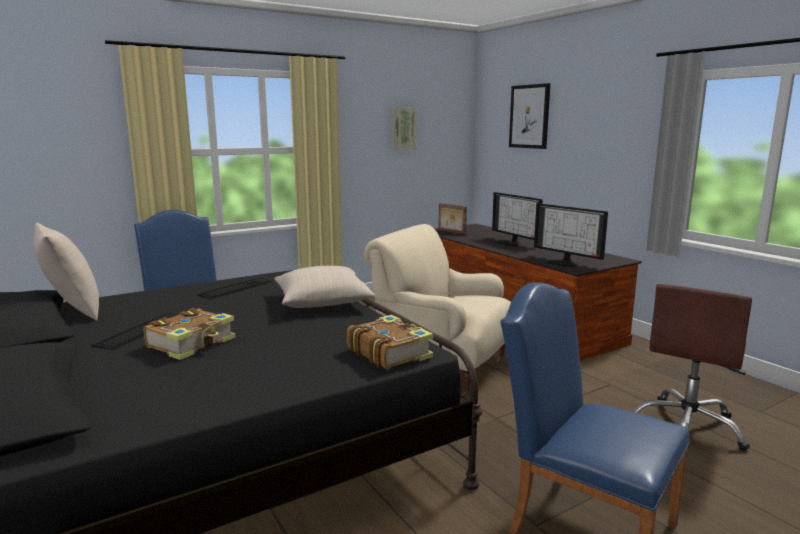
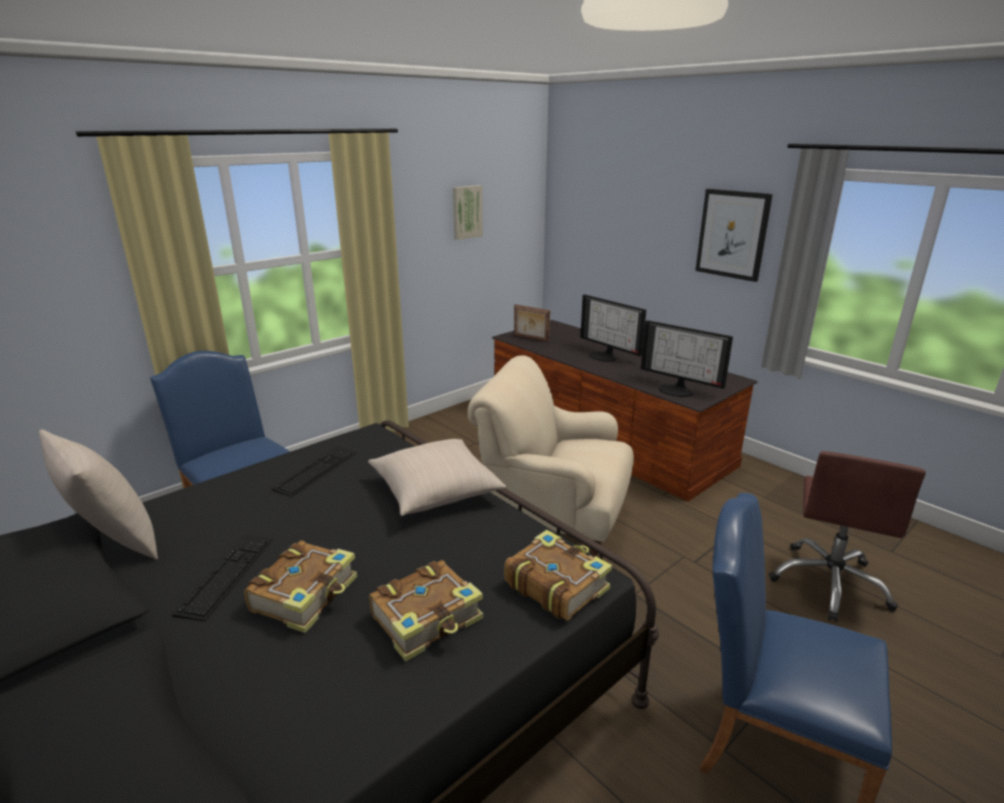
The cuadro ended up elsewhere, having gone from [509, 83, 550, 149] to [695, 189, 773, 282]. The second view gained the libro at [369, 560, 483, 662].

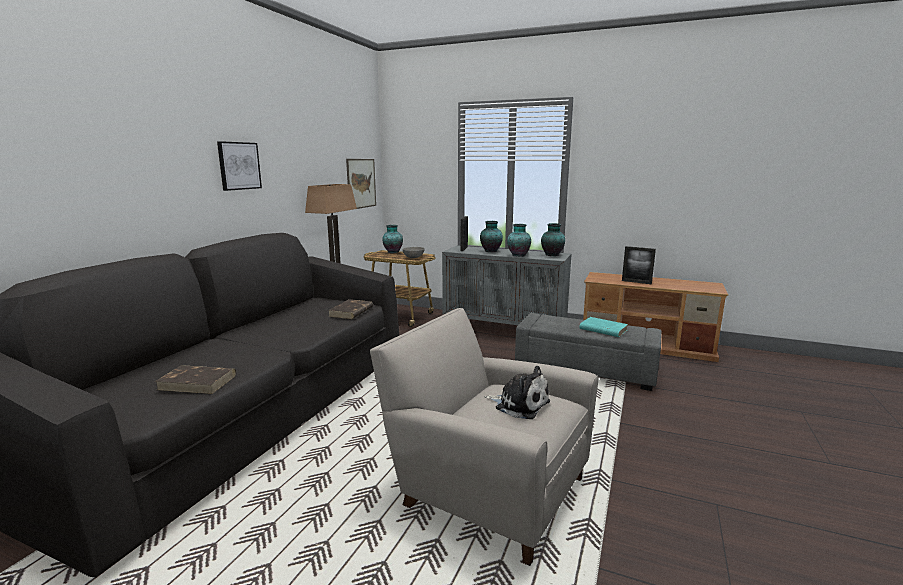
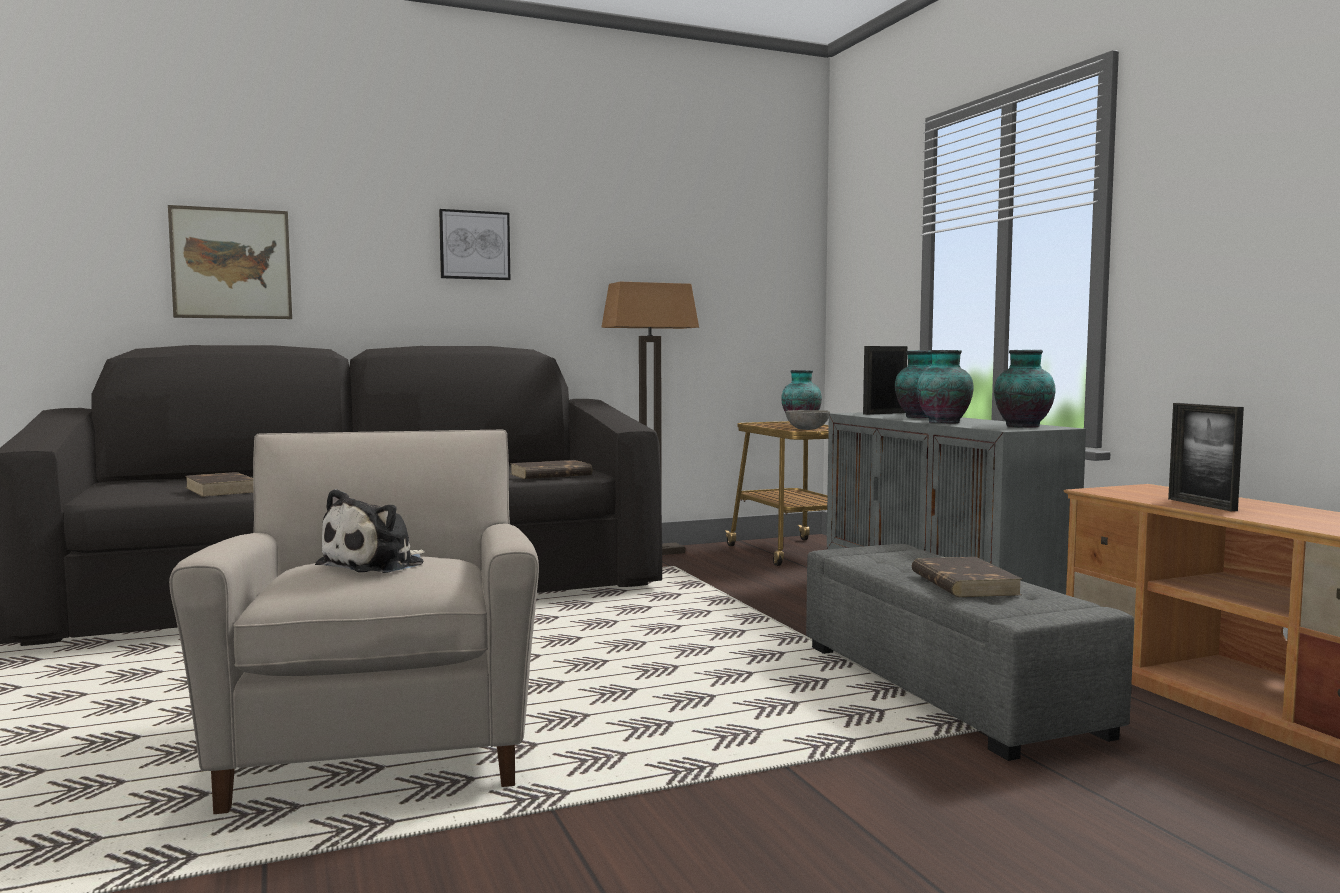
The cuadro ended up elsewhere, having gone from [346, 159, 376, 209] to [168, 205, 292, 319]. The peluche at [485, 366, 550, 419] ended up facing another way, 45 degrees clockwise from before. What was the libro (turquesa) at [579, 317, 628, 337] turned into the libro (marrón) at [912, 557, 1022, 597].

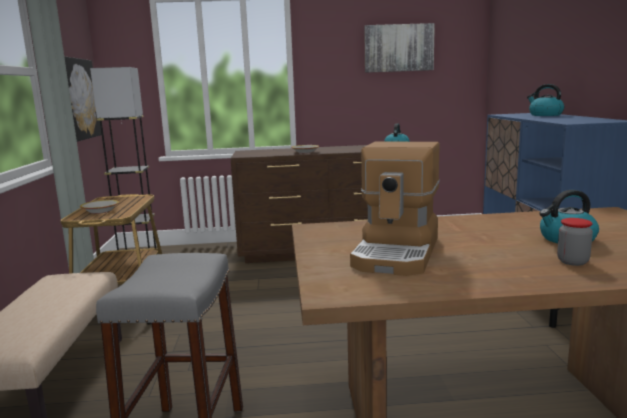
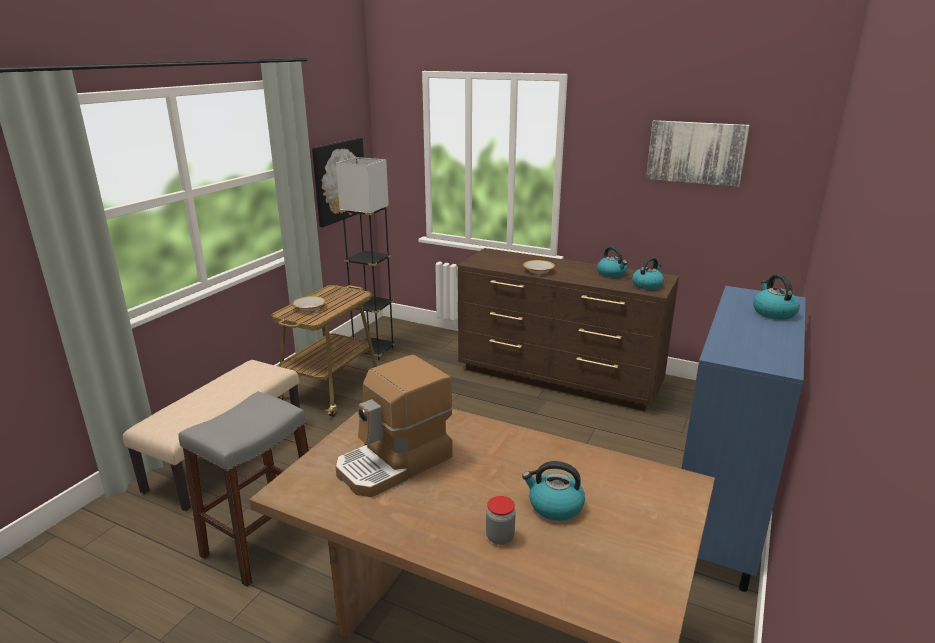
The second view gained the hervidor at [597, 246, 627, 278].

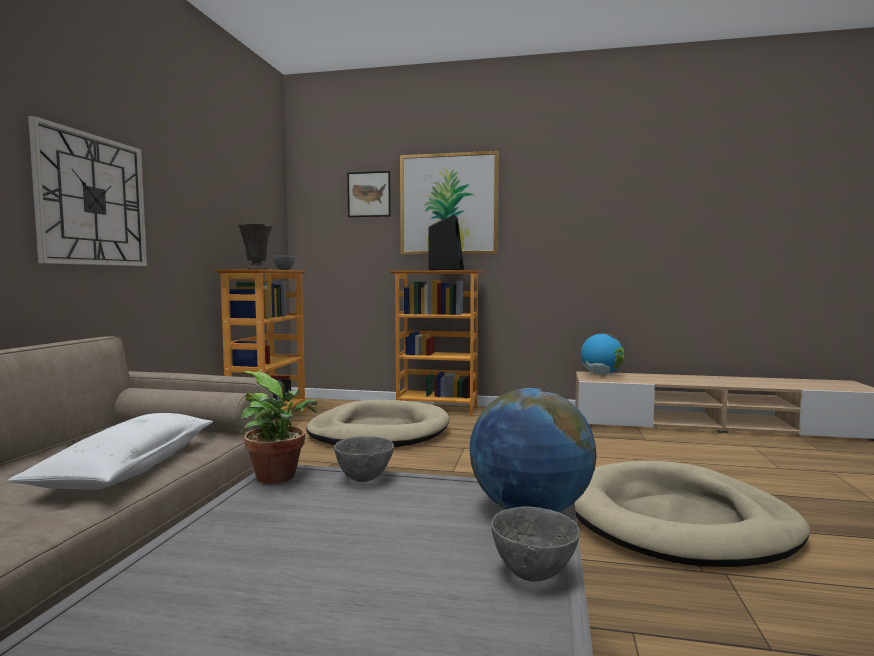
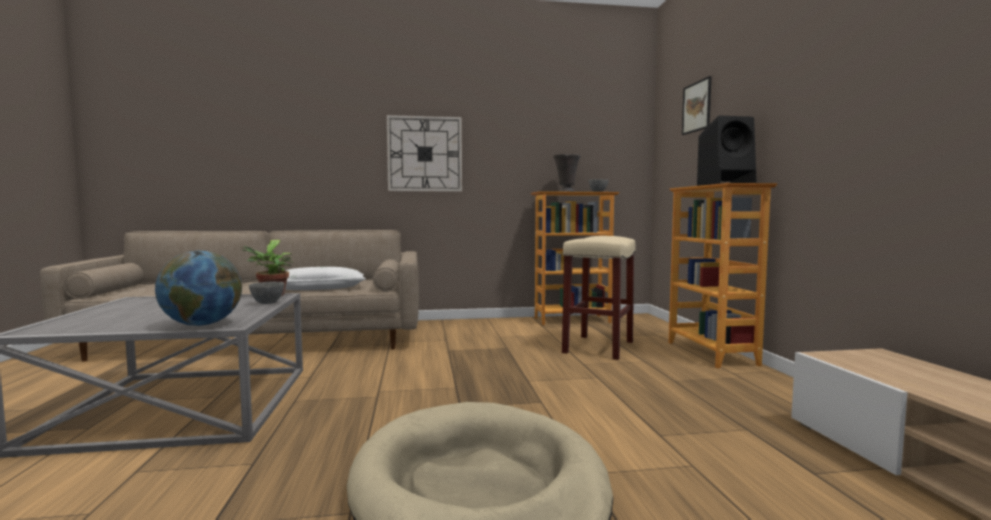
Where the cama para perro (beis) stood at [306, 400, 450, 447], the taburete (beis) came to stand at [562, 236, 636, 360]. The second view lost the cuadro at [400, 151, 499, 255]. The second view lost the cuenco (gris) at [491, 507, 580, 582]. The second view lost the globo terráqueo at [581, 334, 624, 375].

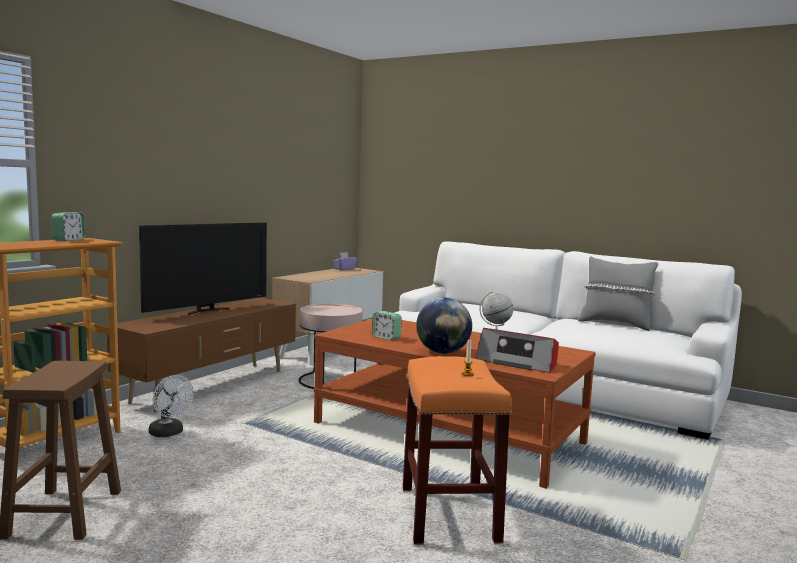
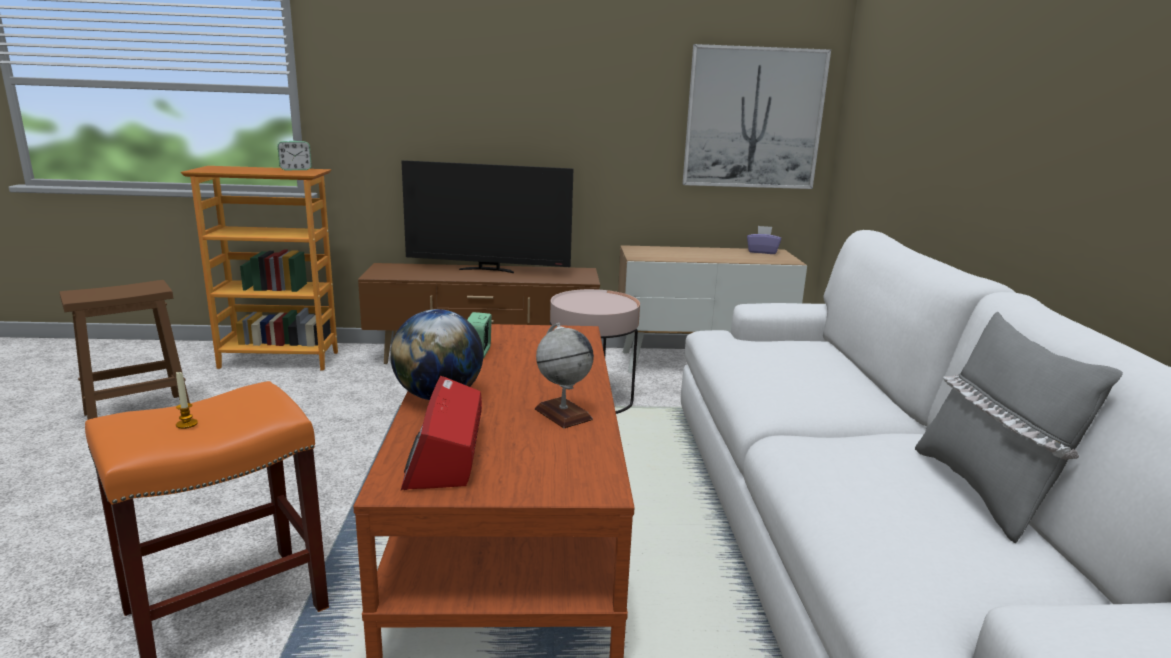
The second view lost the ventilador (blanco) at [149, 375, 194, 437]. The second view gained the cuadro at [683, 44, 831, 189].

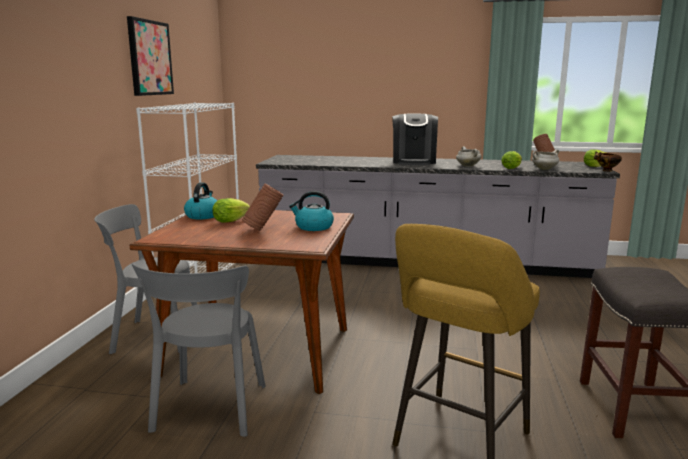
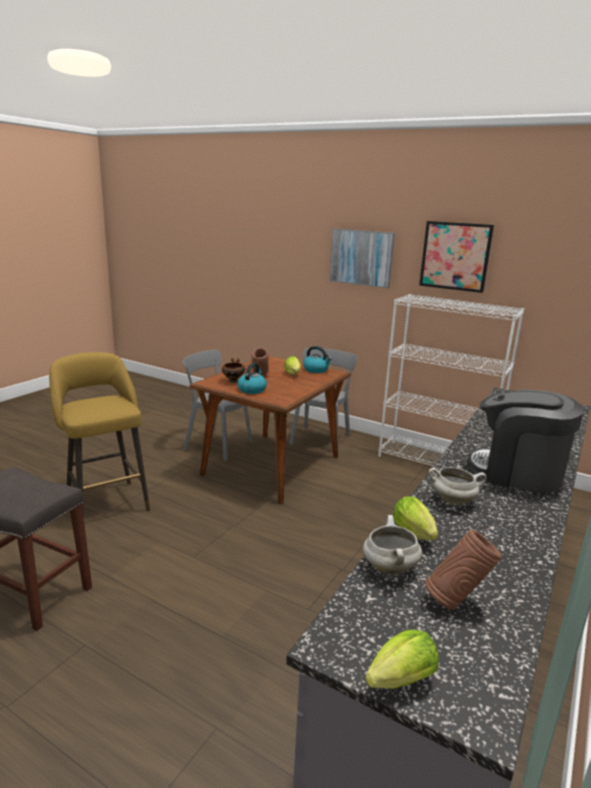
The cuenco ended up elsewhere, having gone from [594, 151, 622, 171] to [222, 358, 245, 383]. The second view gained the cuadro at [329, 229, 395, 288].

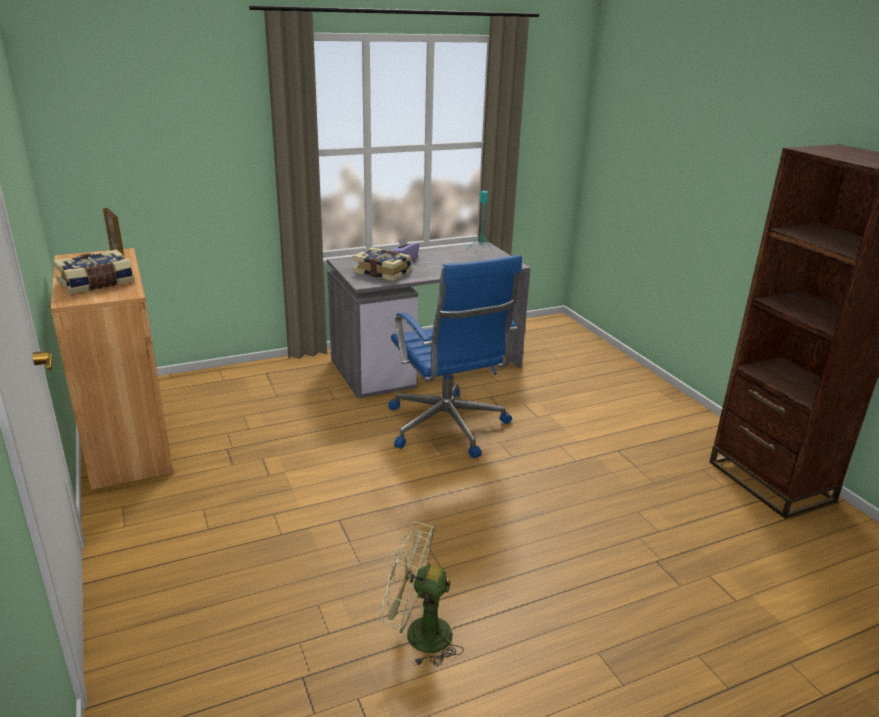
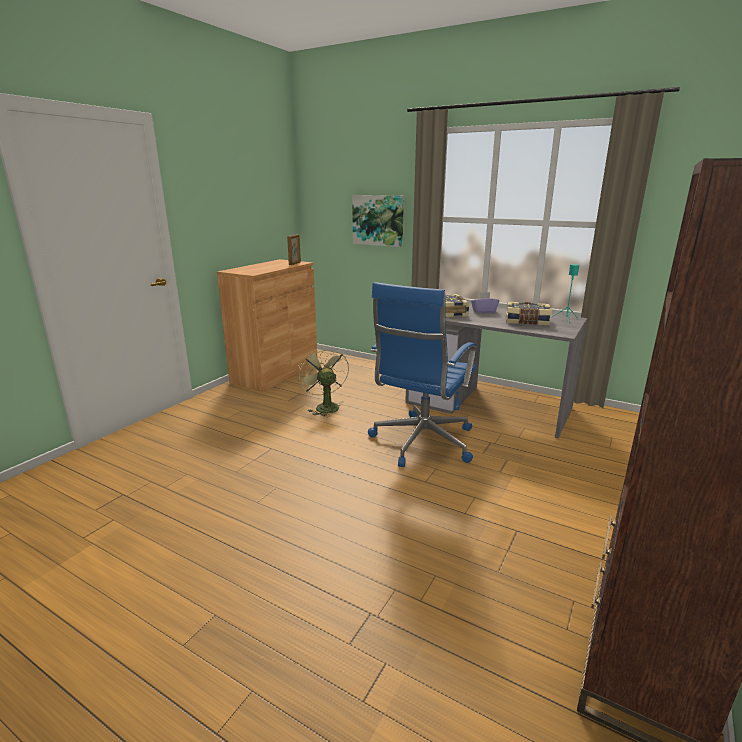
The libro ended up elsewhere, having gone from [53, 250, 135, 294] to [506, 302, 552, 325]. The ventilador (verde) ended up elsewhere, having gone from [381, 522, 464, 666] to [298, 346, 349, 417]. The second view gained the cuadro at [352, 195, 404, 247].

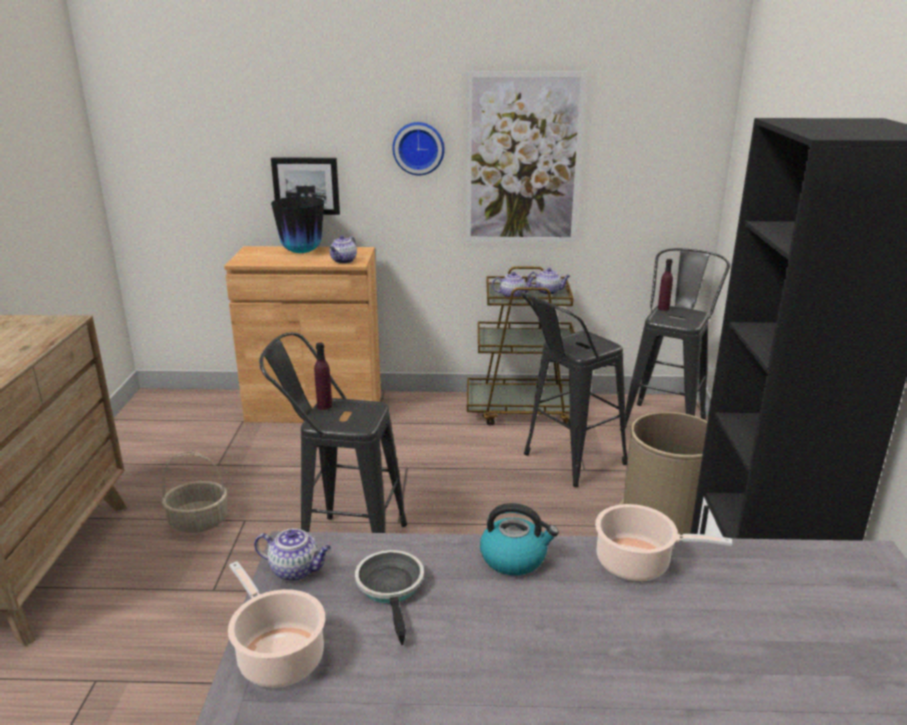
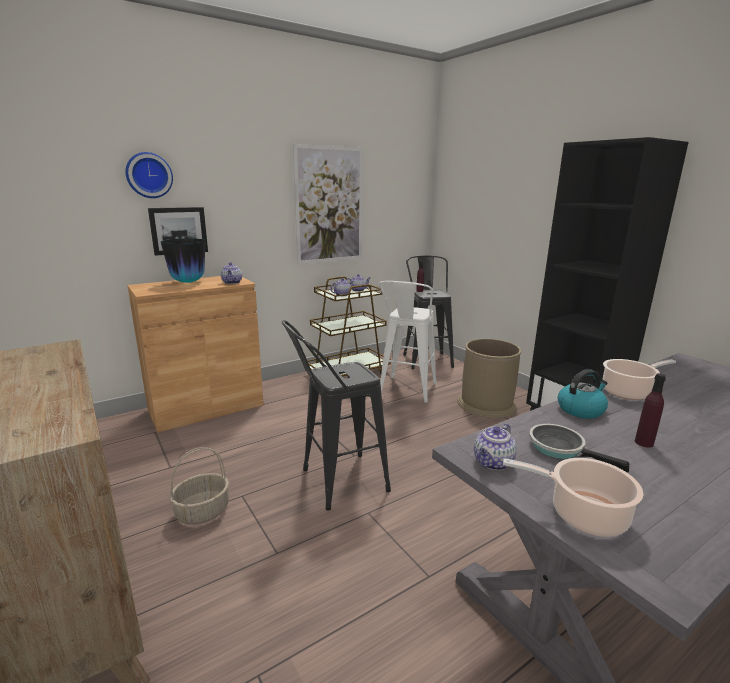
The tetera at [254, 528, 331, 581] ended up facing another way, 150 degrees clockwise from before. The botella (morado) ended up elsewhere, having gone from [314, 343, 332, 410] to [635, 373, 666, 448]. The reloj de pared ended up elsewhere, having gone from [393, 122, 445, 175] to [125, 152, 173, 198]. What was the taburete (negro) at [521, 292, 628, 487] turned into the taburete (blanco) at [379, 281, 437, 403].

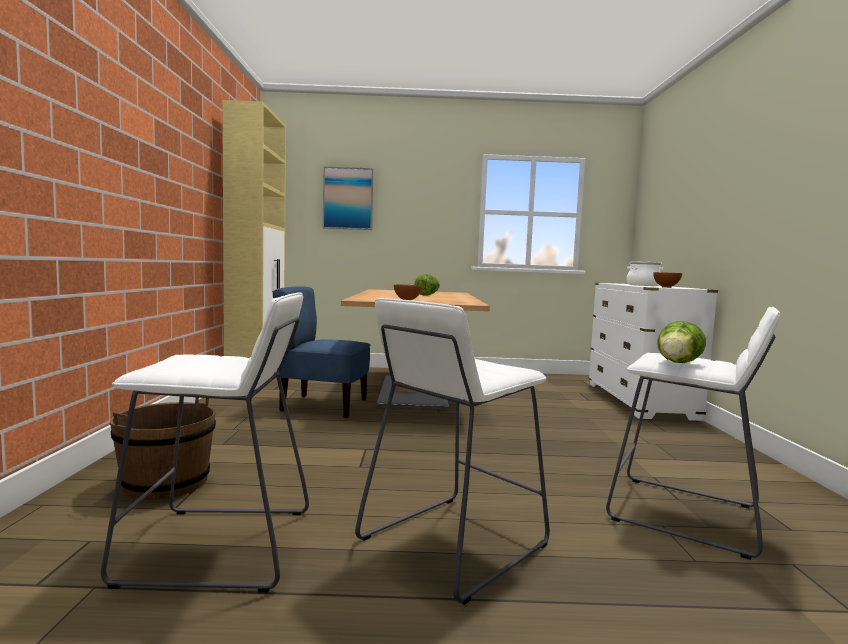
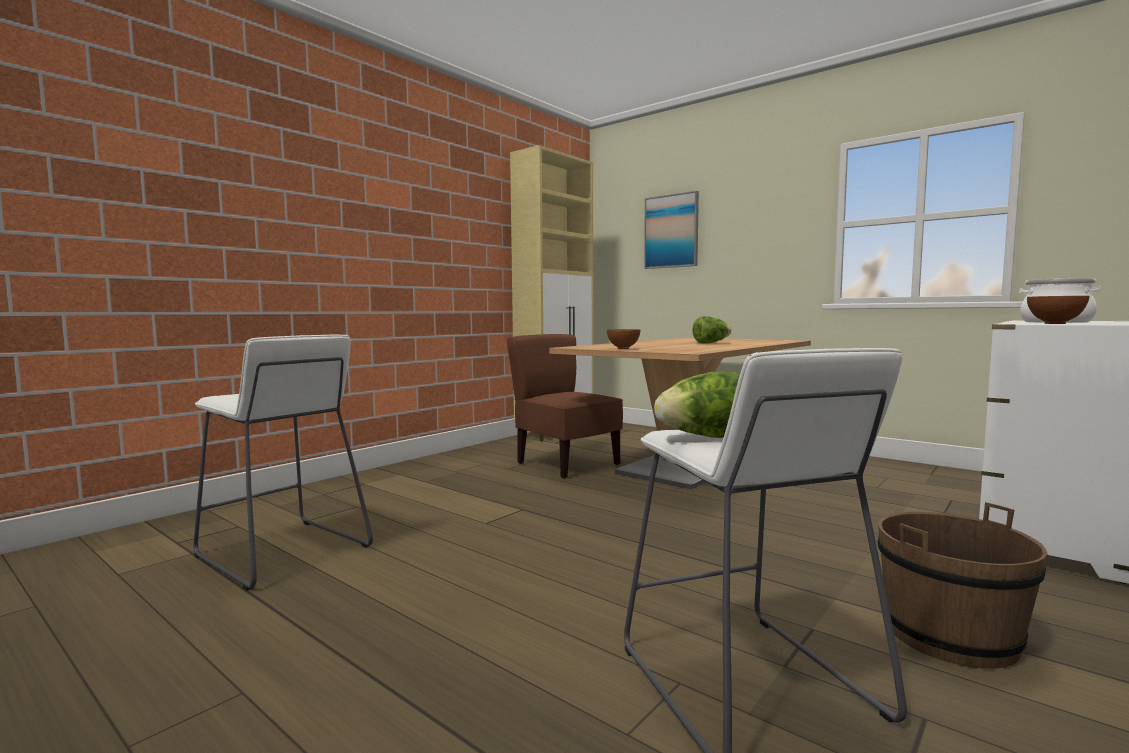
The cubo (marrón) ended up elsewhere, having gone from [110, 397, 216, 500] to [878, 502, 1047, 669]. What was the silla (azul) at [273, 286, 370, 418] turned into the silla (marrón) at [507, 334, 623, 479]. The second view lost the taburete (blanco) at [355, 298, 550, 605].

